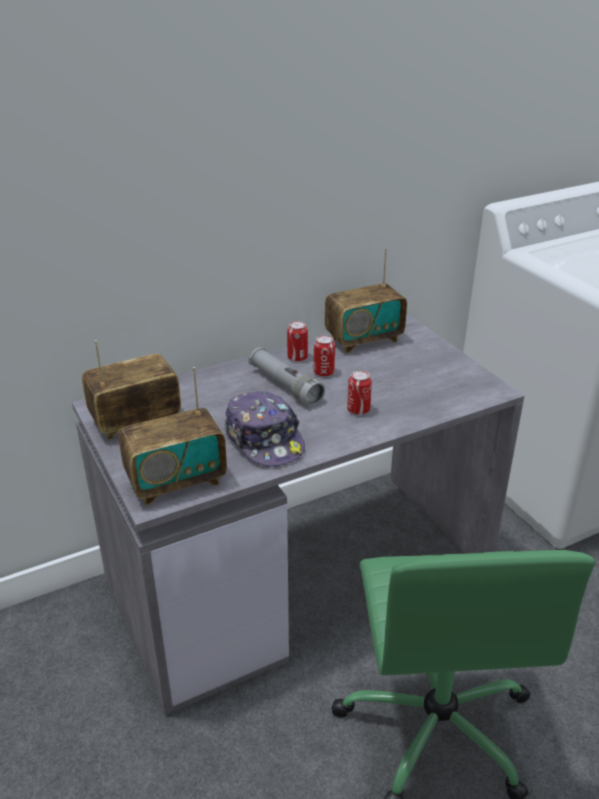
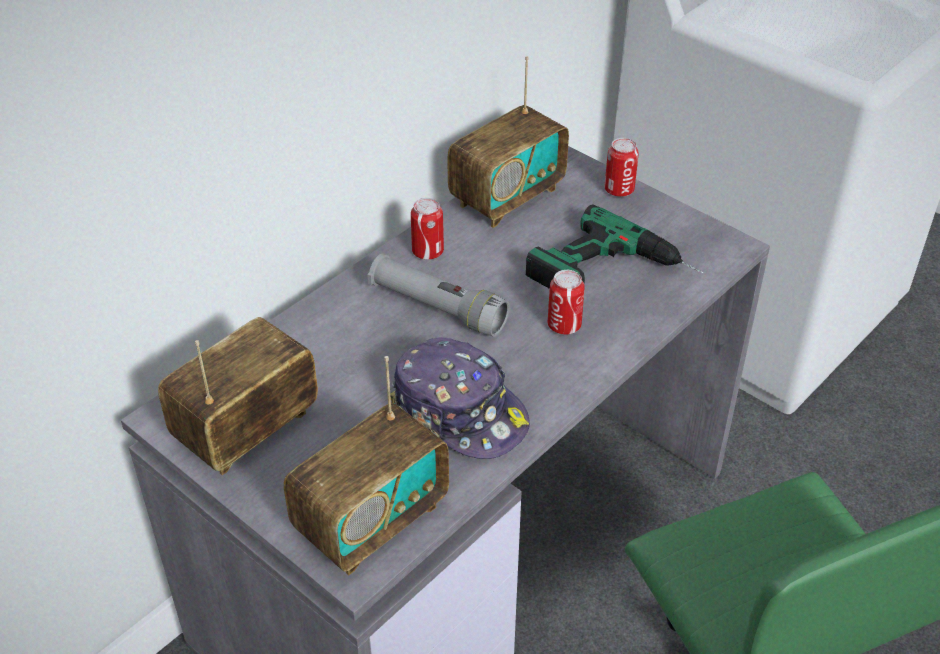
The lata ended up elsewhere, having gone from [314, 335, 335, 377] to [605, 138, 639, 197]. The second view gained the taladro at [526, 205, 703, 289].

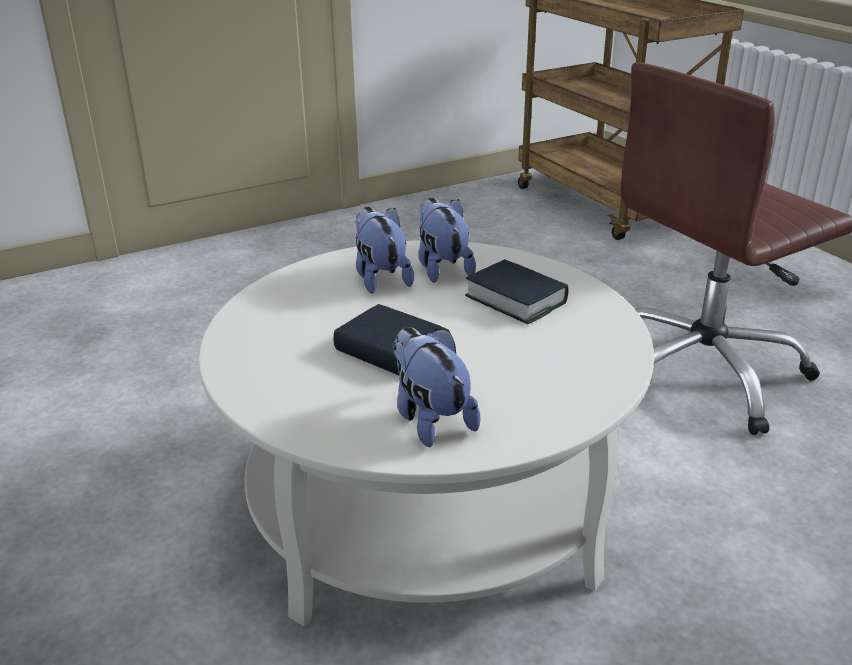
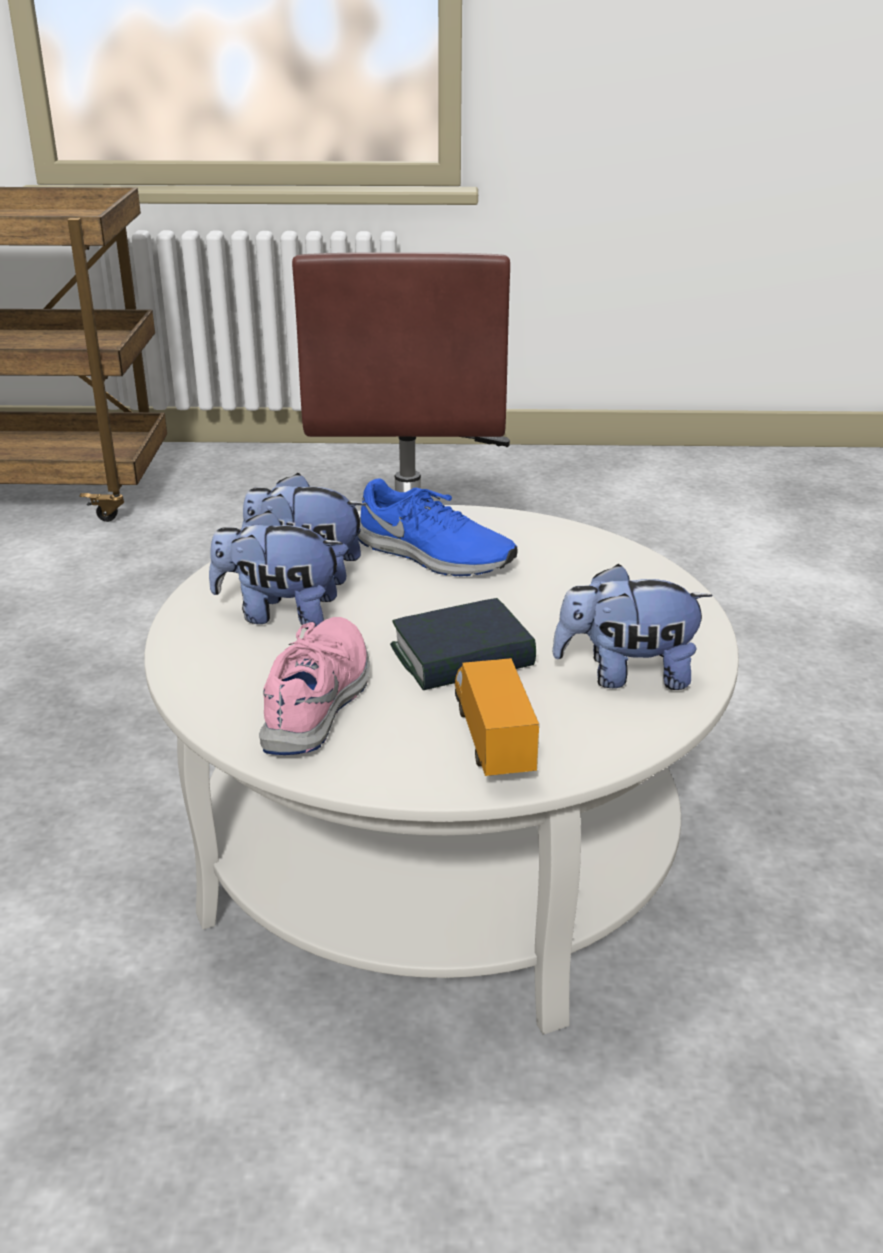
Where the libro stood at [465, 259, 569, 324], the zapato (azul) came to stand at [358, 478, 517, 576]. The second view gained the zapato (rosa) at [259, 617, 370, 755]. The second view gained the camión de juguete at [455, 658, 539, 776].

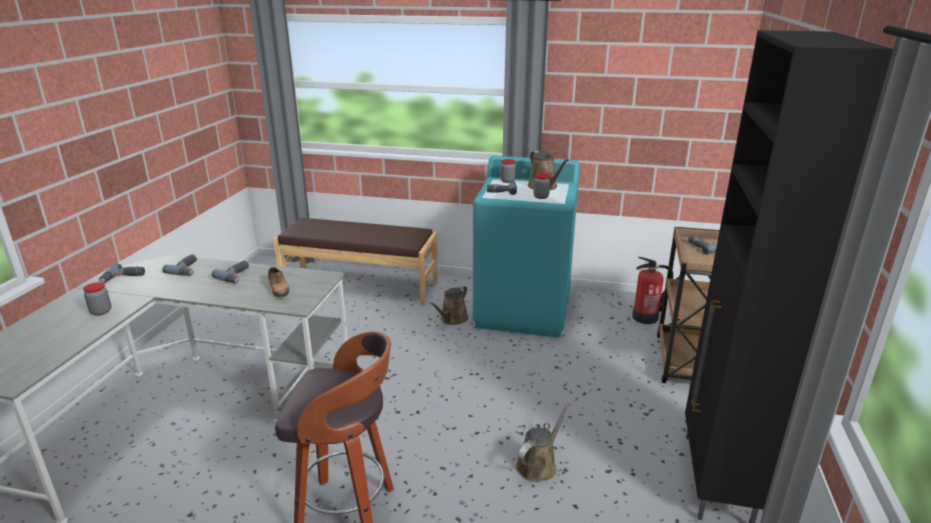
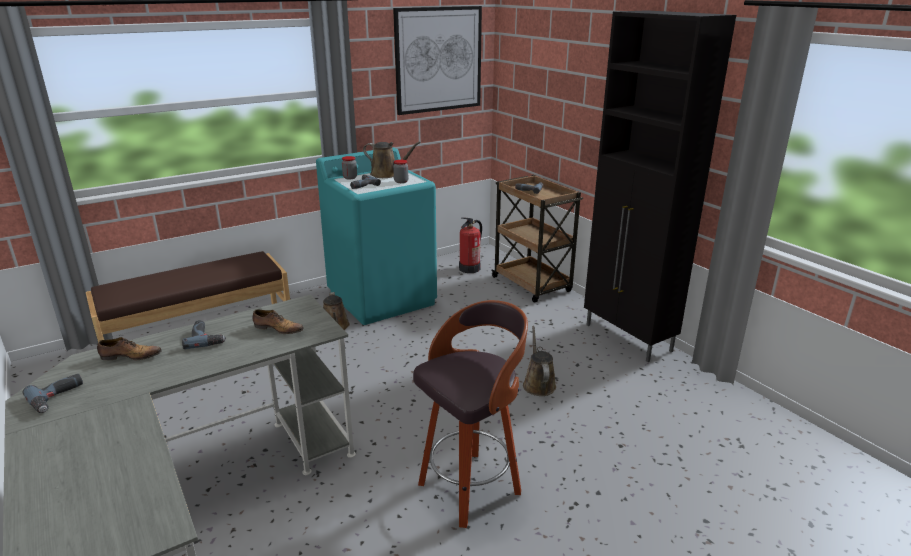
The second view lost the tarro at [83, 282, 111, 316]. Where the taladro stood at [162, 254, 197, 276], the zapato came to stand at [97, 337, 162, 360]. The second view gained the cuadro at [393, 6, 482, 115].

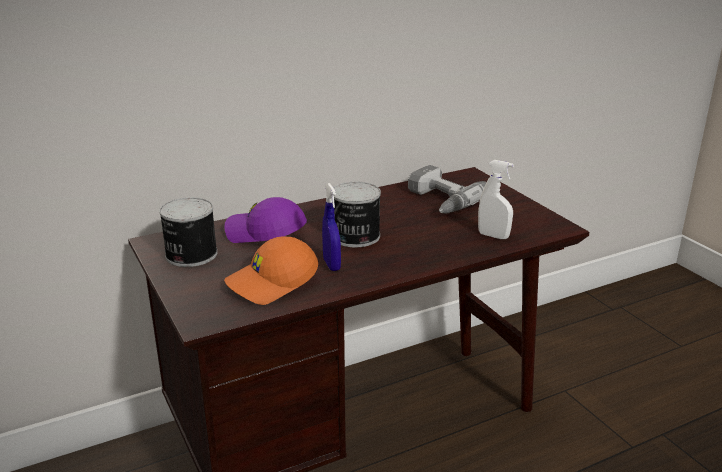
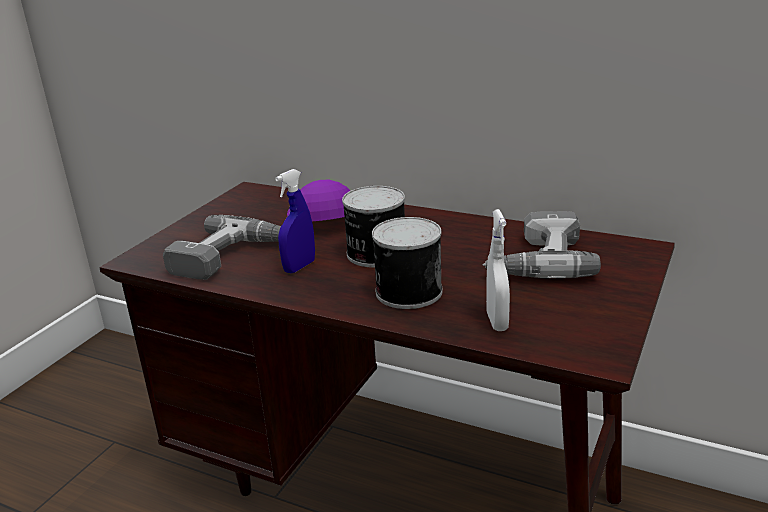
The lata ended up elsewhere, having gone from [159, 197, 217, 267] to [372, 217, 442, 309]. Where the gorra (naranja) stood at [224, 237, 318, 305], the taladro came to stand at [163, 215, 281, 280].

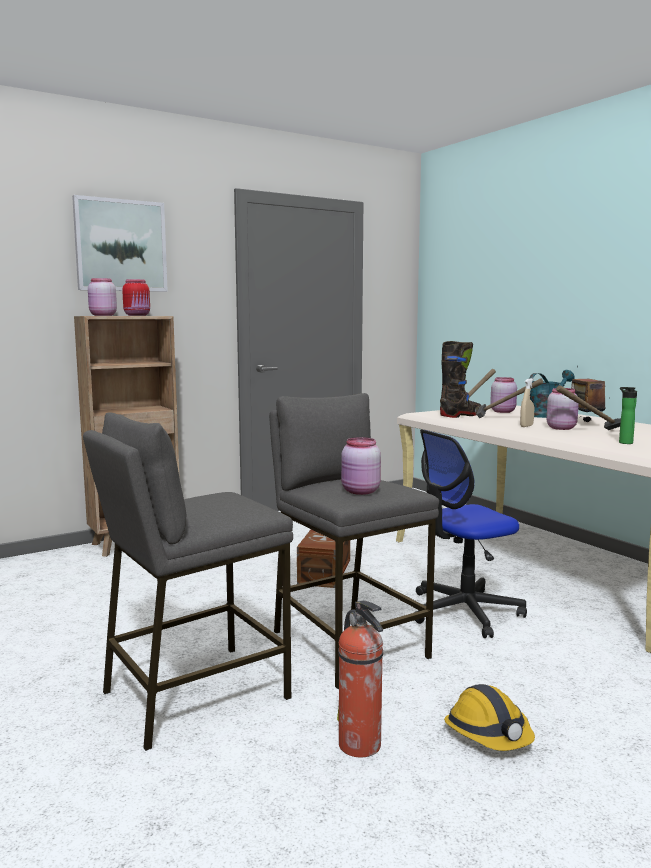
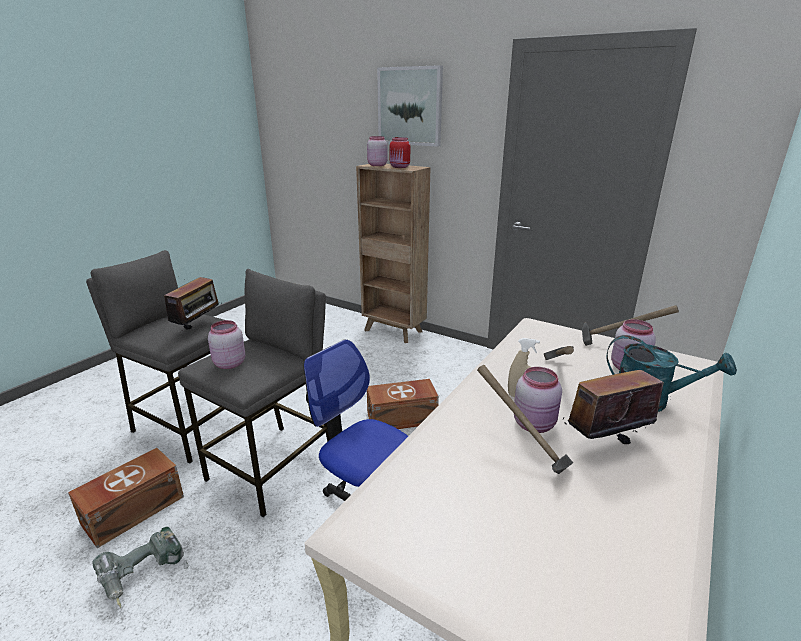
Where the extintor stood at [337, 601, 383, 757], the caja de almacenaje (marrón) came to stand at [68, 448, 184, 548]. The second view lost the bota (negro) at [440, 341, 482, 418]. Where the casco stood at [444, 684, 535, 751], the taladro came to stand at [93, 527, 188, 608]. The second view lost the botella at [619, 387, 637, 444]. The second view gained the radio at [164, 277, 219, 330].

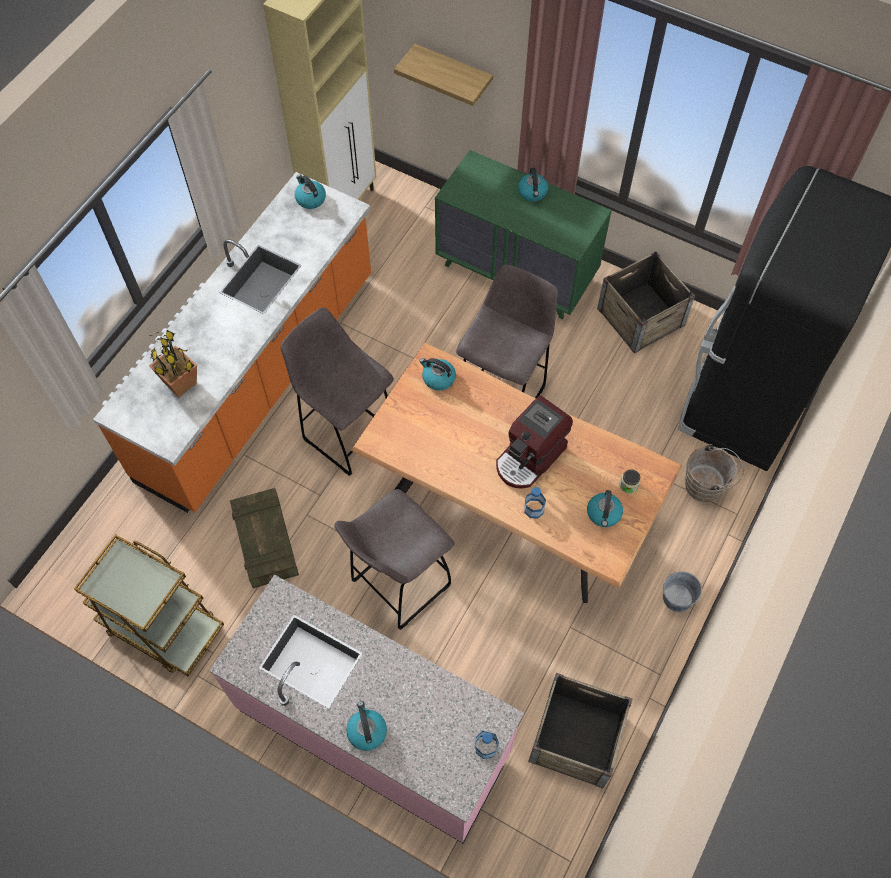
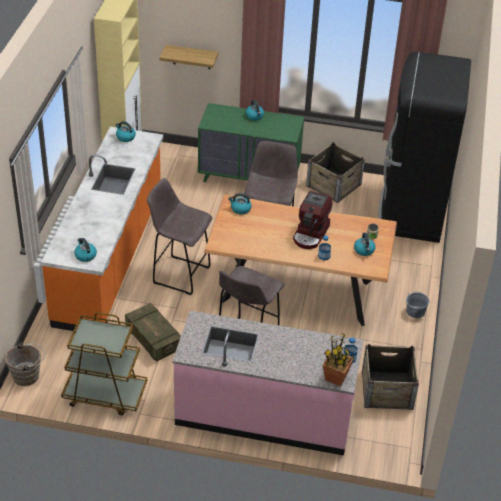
The planta en maceta ended up elsewhere, having gone from [149, 330, 197, 397] to [323, 332, 354, 386]. The hervidor ended up elsewhere, having gone from [346, 701, 387, 751] to [74, 238, 97, 262]. The cubo (marrón) ended up elsewhere, having gone from [685, 444, 744, 502] to [5, 343, 45, 386].

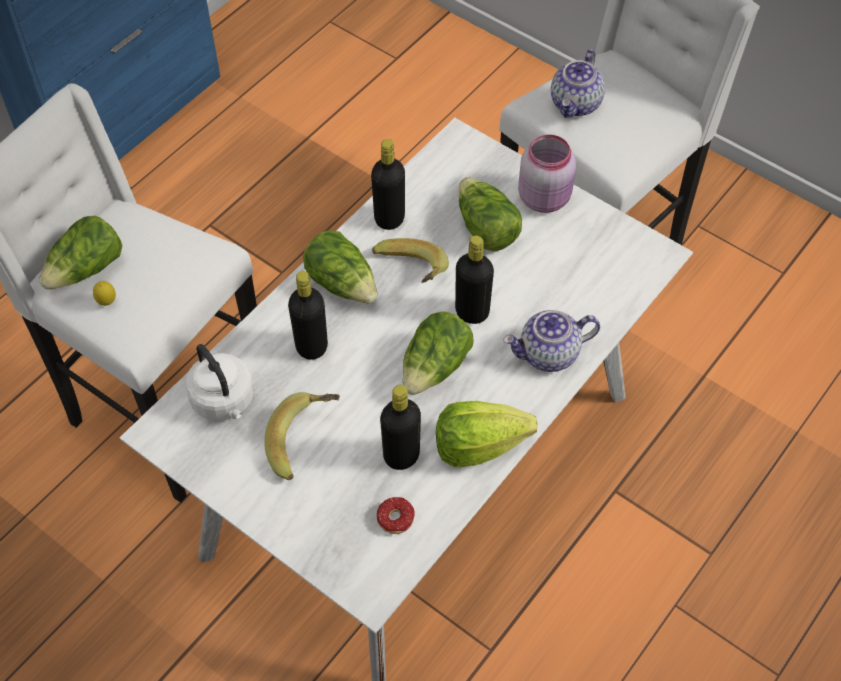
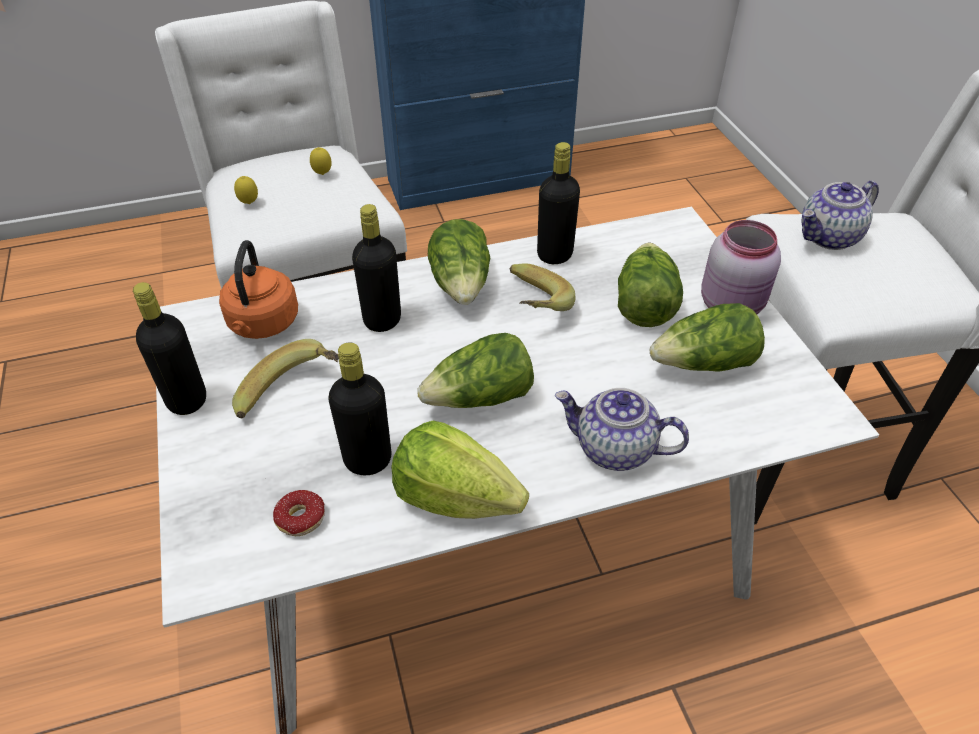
The lechuga ended up elsewhere, having gone from [39, 216, 122, 290] to [650, 303, 765, 372]. What was the hervidor (blanco) at [186, 344, 254, 421] turned into the hervidor (naranja) at [219, 240, 298, 339]. The botella (negro) ended up elsewhere, having gone from [455, 235, 494, 324] to [133, 282, 206, 415]. The second view gained the limón at [310, 147, 332, 175].

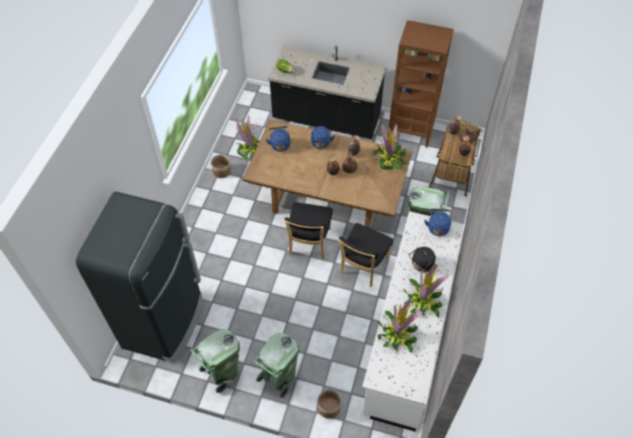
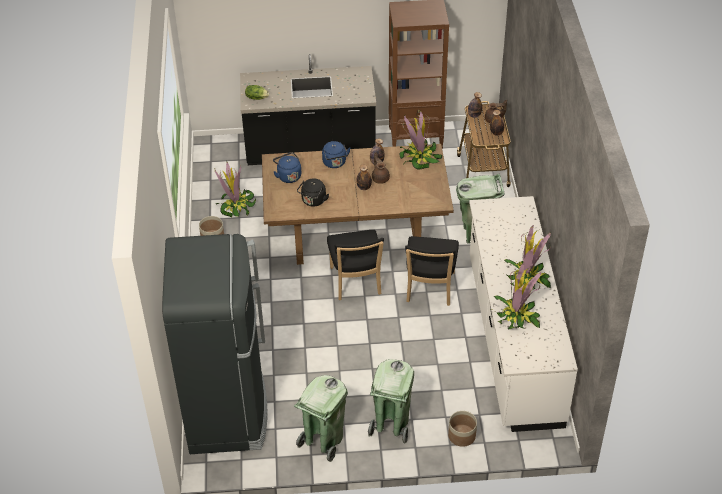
The hervidor (negro) ended up elsewhere, having gone from [409, 247, 437, 272] to [297, 178, 329, 207]. The second view lost the hervidor (azul) at [424, 209, 451, 236].

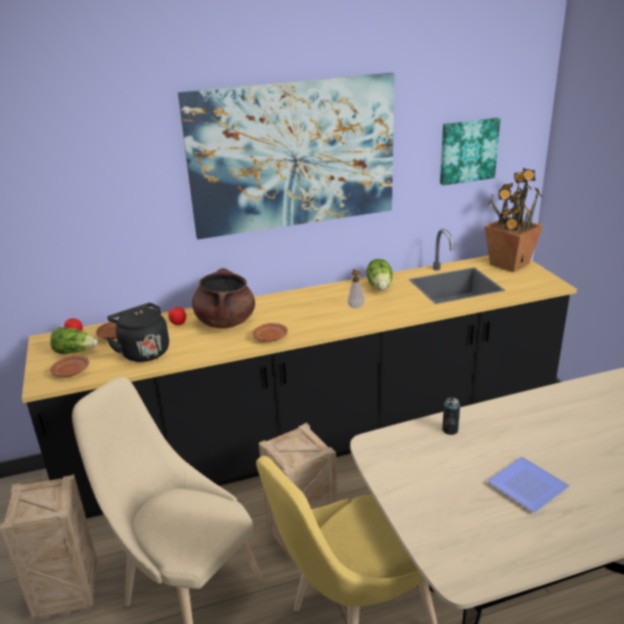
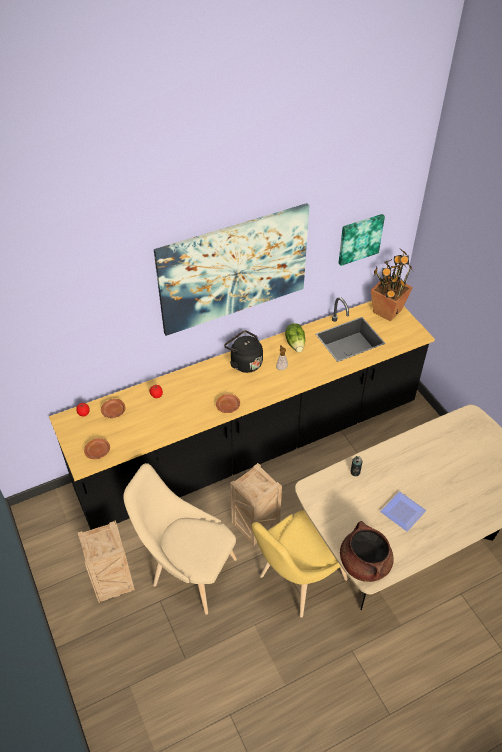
The second view lost the lechuga at [50, 327, 98, 354]. The hervidor (negro) ended up elsewhere, having gone from [107, 303, 169, 362] to [224, 330, 263, 373]. The olla (marrón) ended up elsewhere, having gone from [192, 268, 255, 328] to [340, 521, 394, 582].

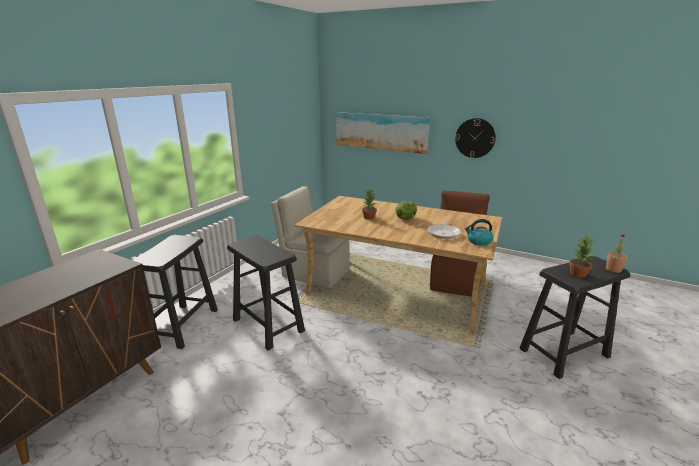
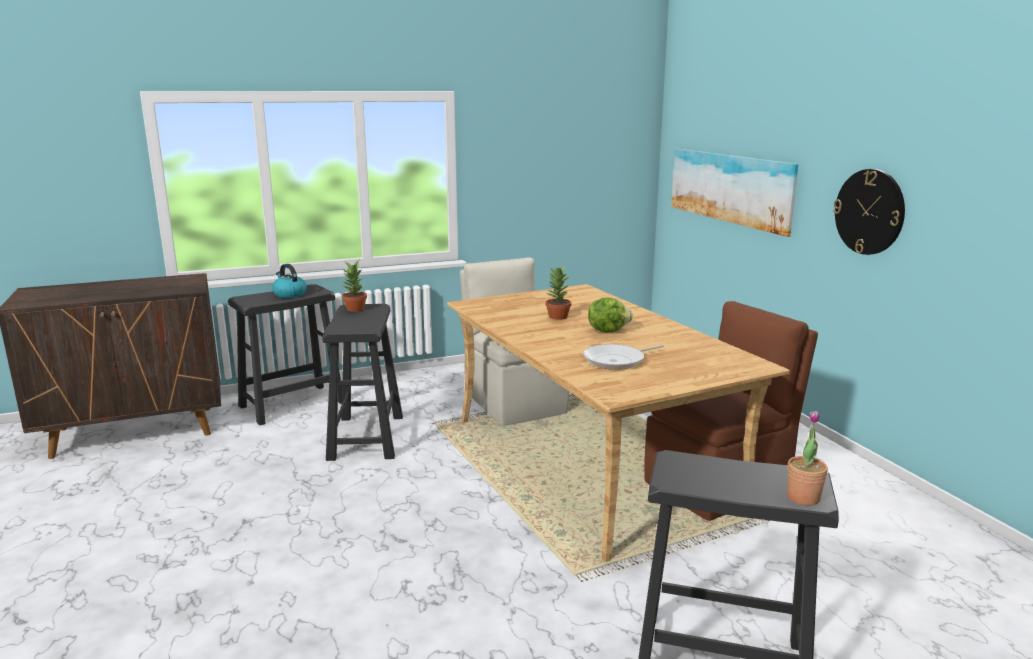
The hervidor ended up elsewhere, having gone from [465, 219, 494, 246] to [272, 264, 307, 298]. The planta en maceta ended up elsewhere, having gone from [569, 234, 595, 277] to [342, 260, 367, 311].

